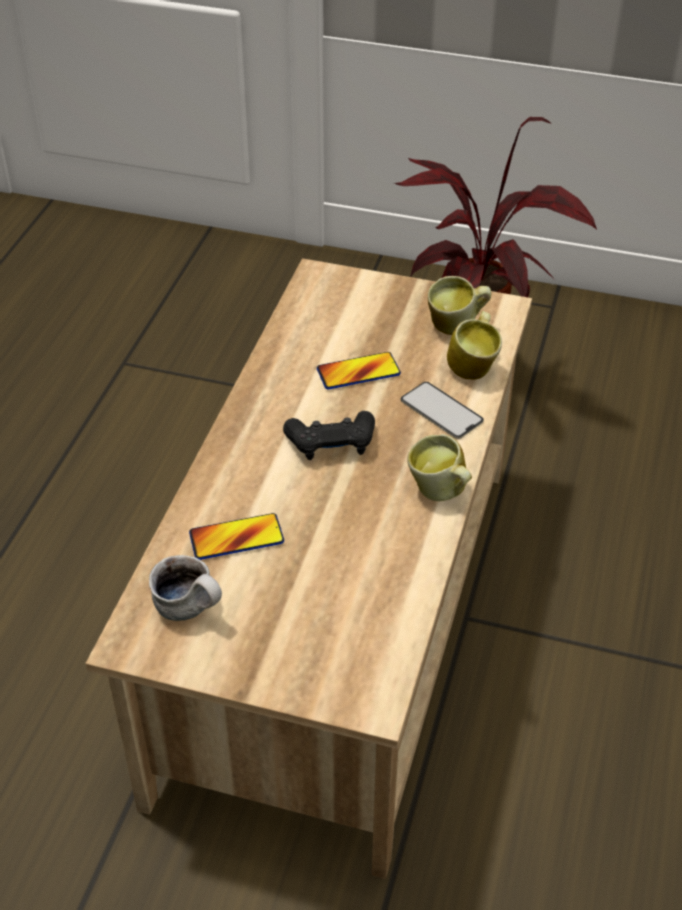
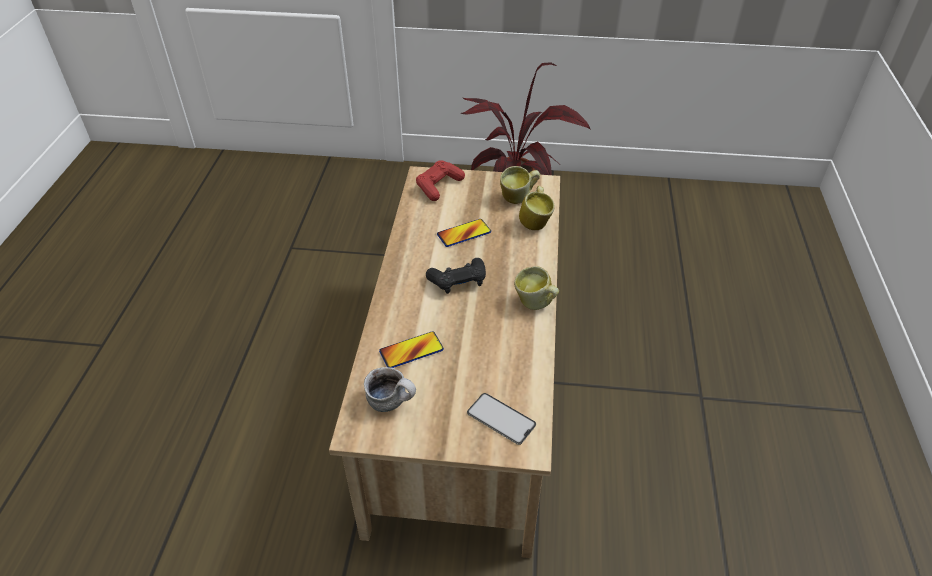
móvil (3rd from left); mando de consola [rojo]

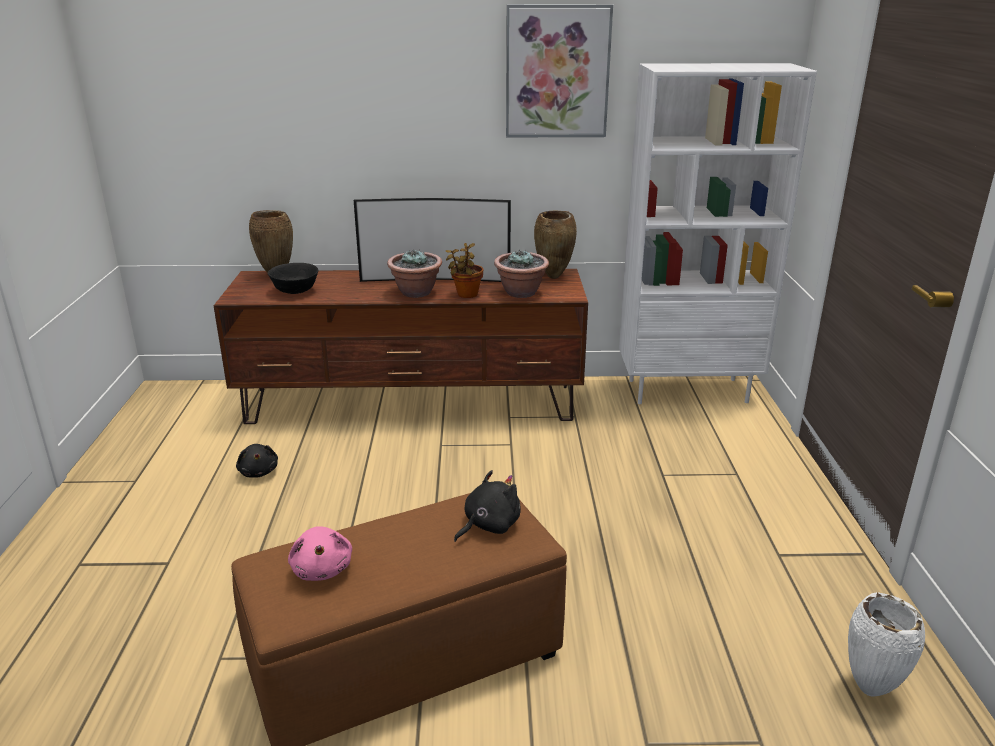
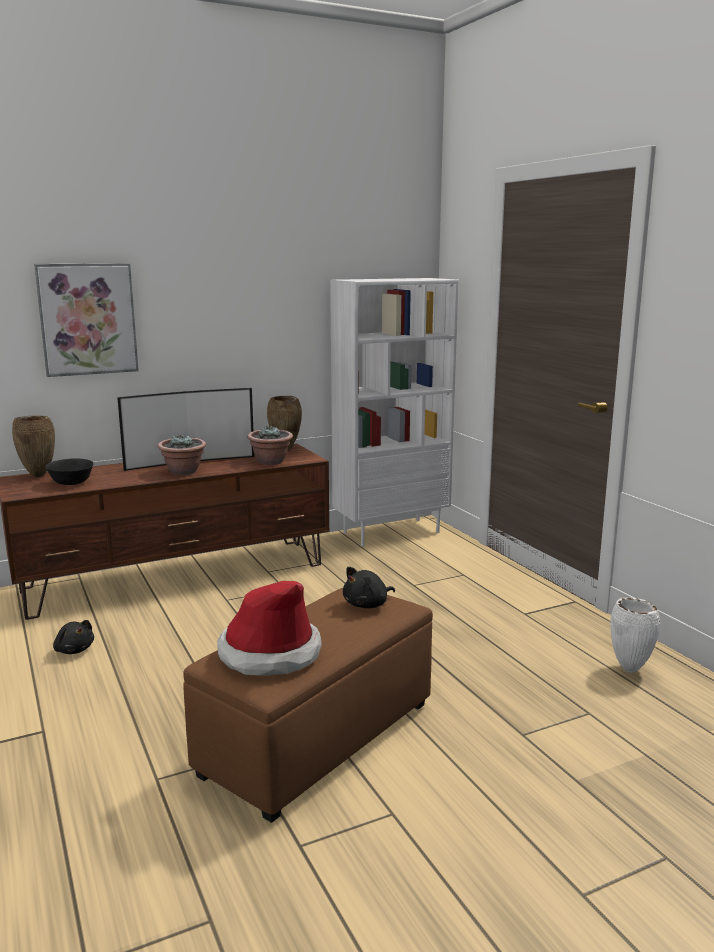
cuadro; planta en maceta (2nd from left in the first image); peluche [negro] (2nd from left); sombrero

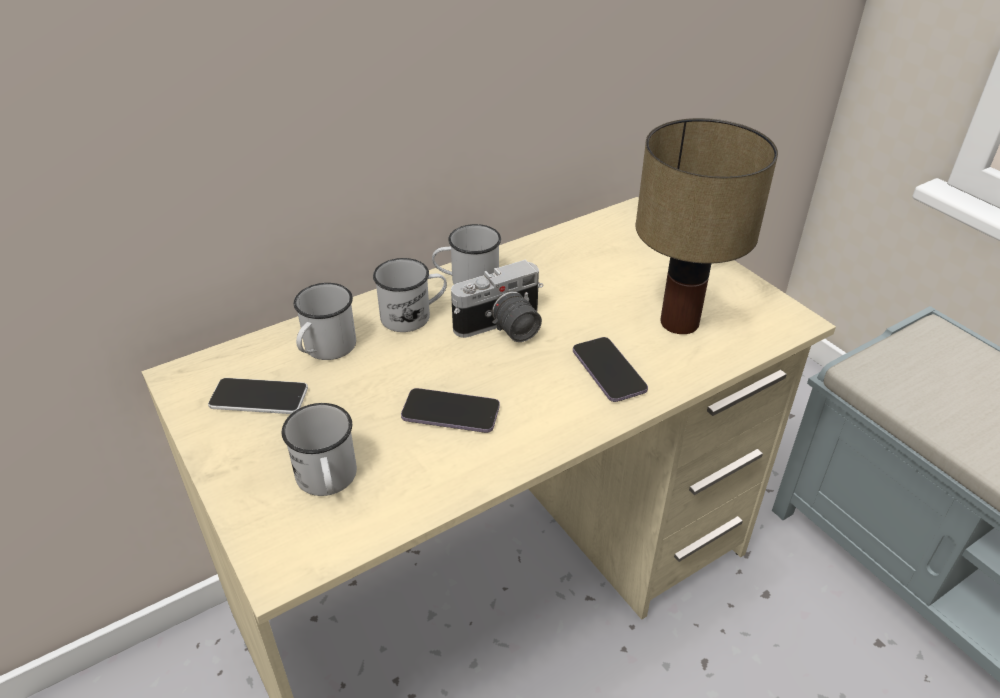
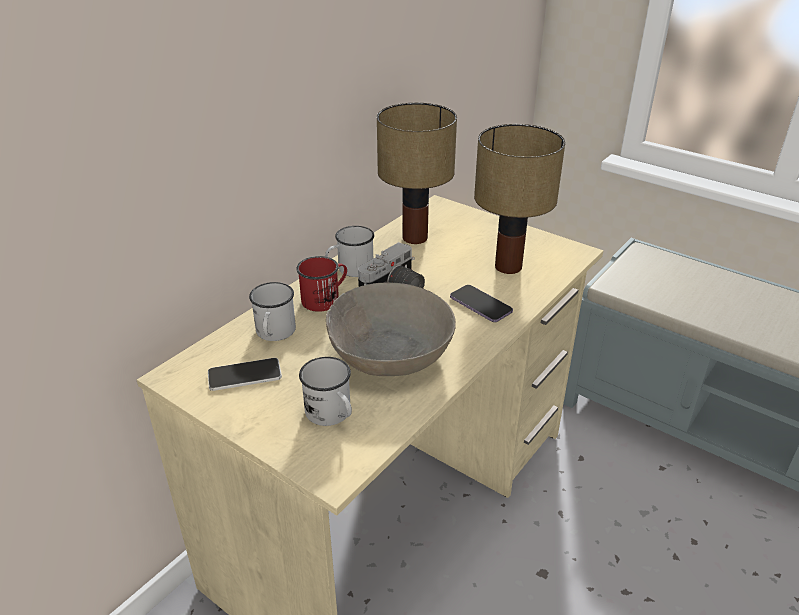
taza grande [rojo]; cuenco [gris]; lámpara de mesa (1st from left)

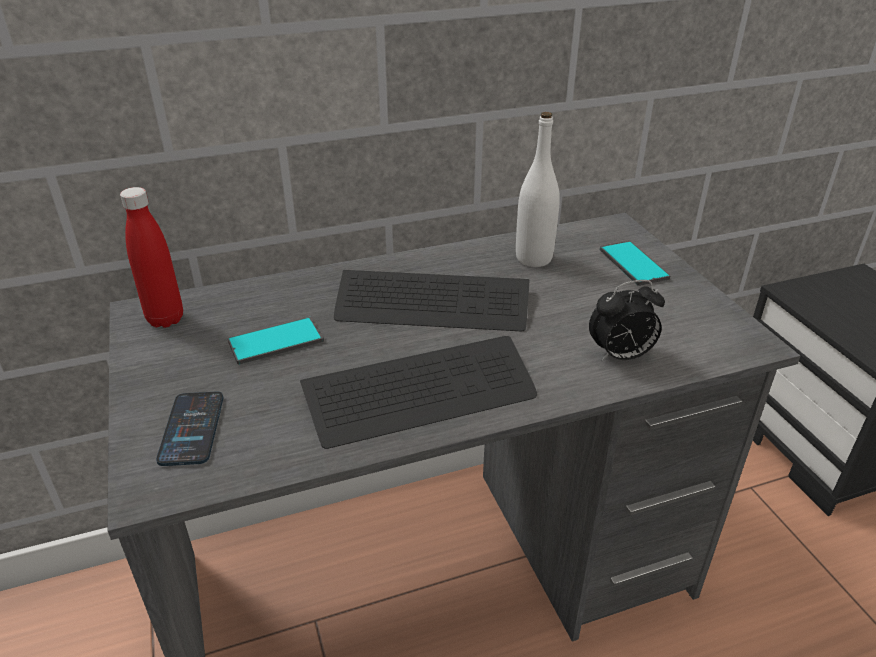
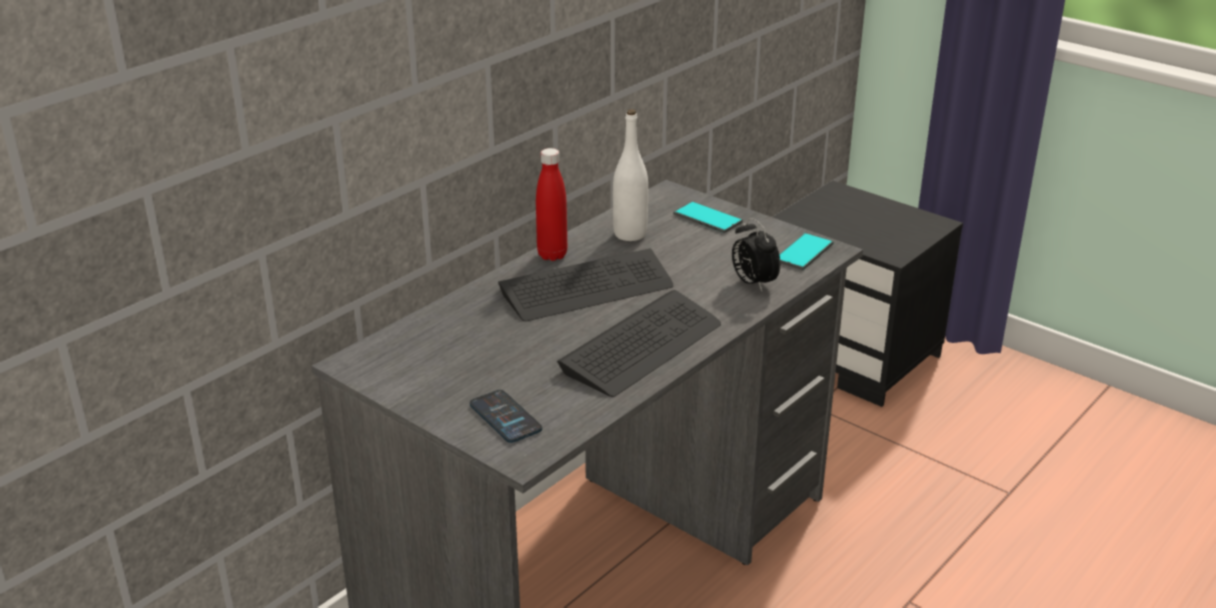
botella [rojo]; despertador; móvil (3rd from left)

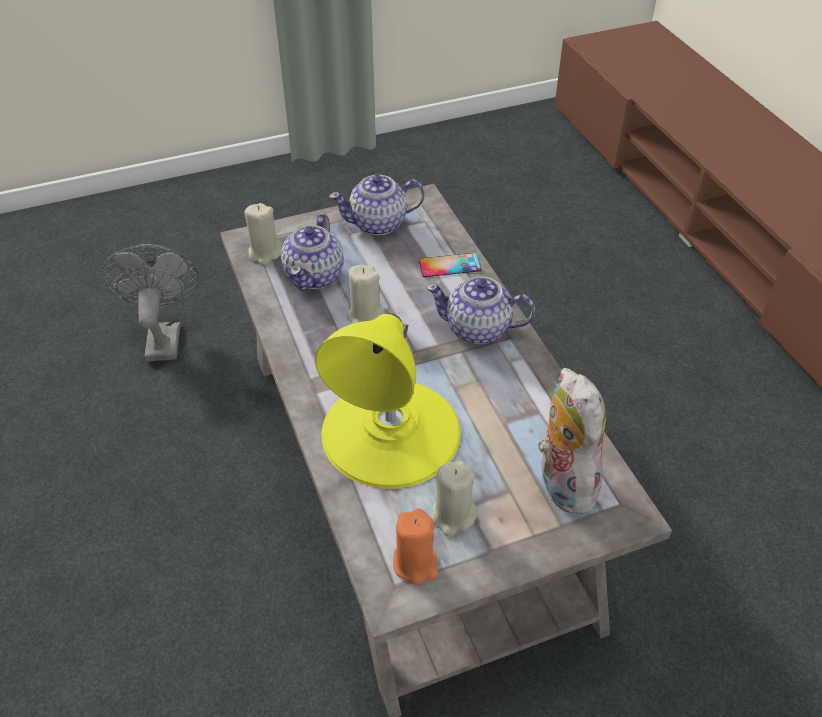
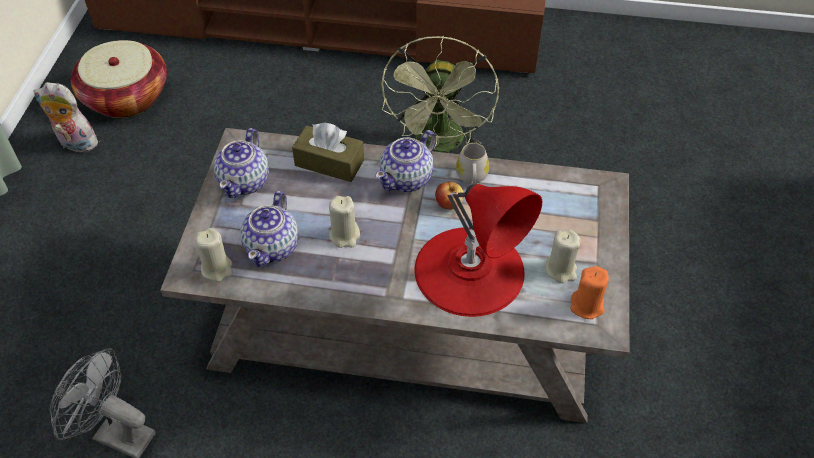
tetera (2nd from left); caja de pañuelos [marrón]; lámpara de mesa [rojo]; peluche; ventilador [verde]; cesta; taza grande [blanco]; manzana

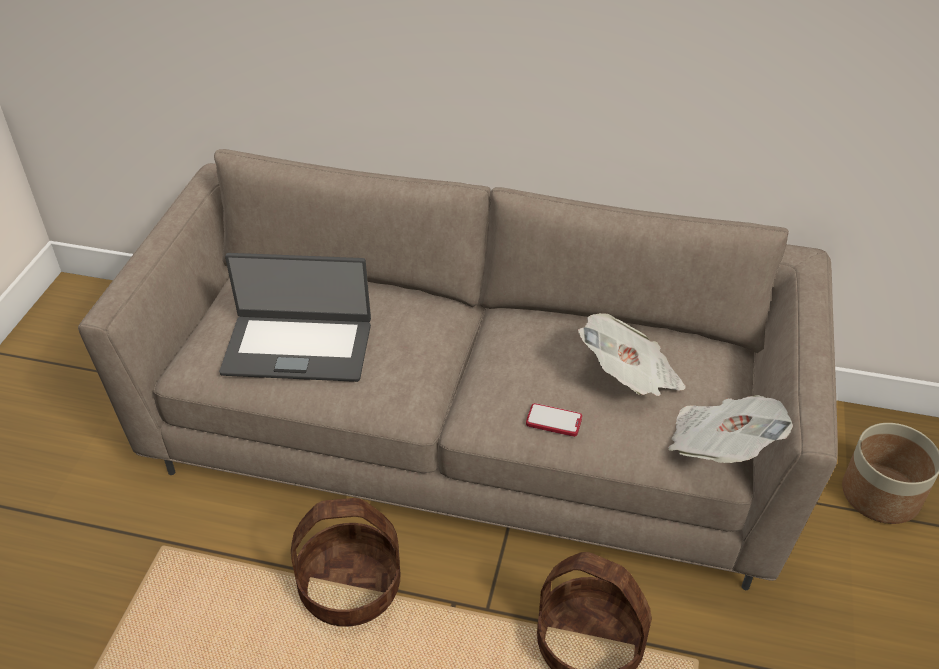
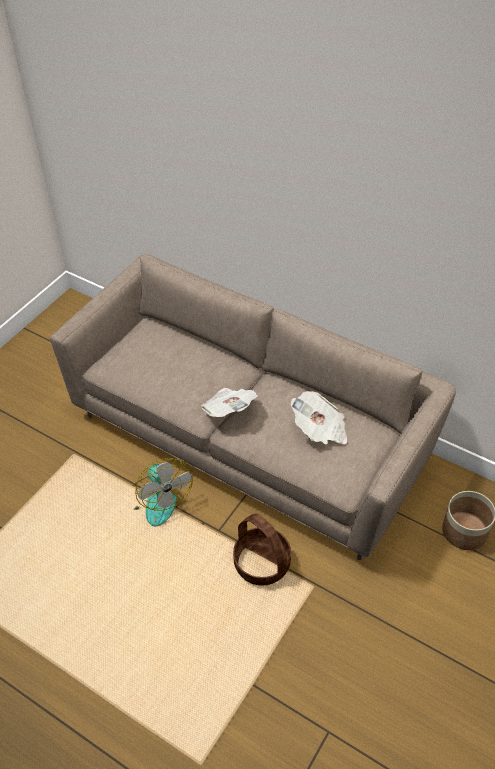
portátil; periódico (1st from left); móvil; ventilador

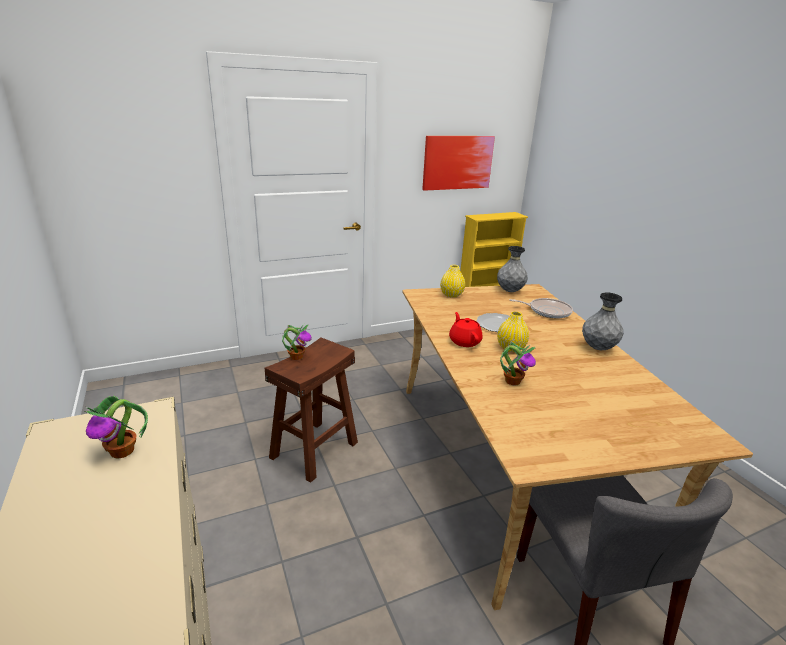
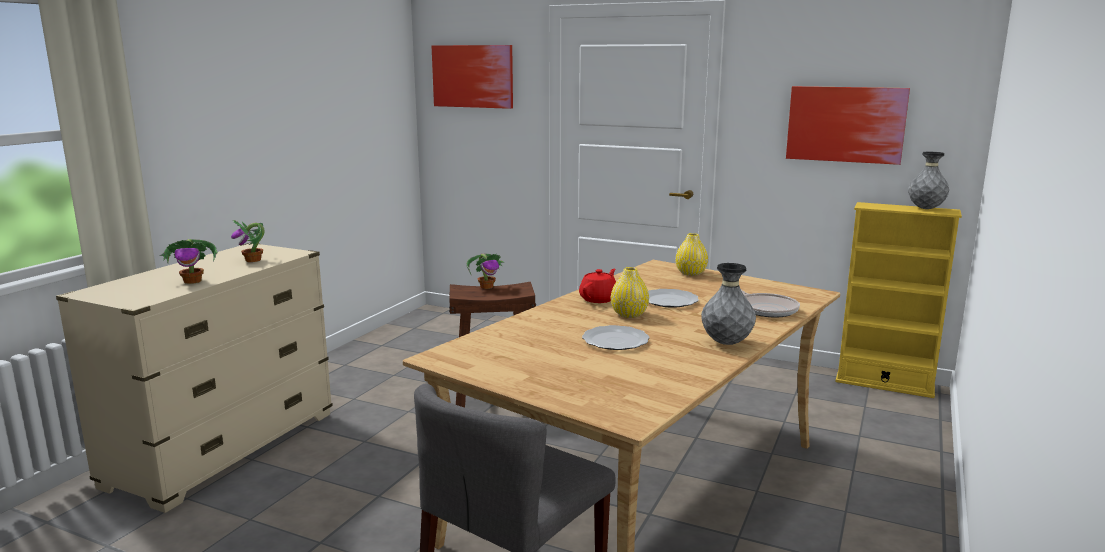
florero [gris] (2nd from left); planta en maceta (1st from left); cuadro (1st from left); plato (1st from left)

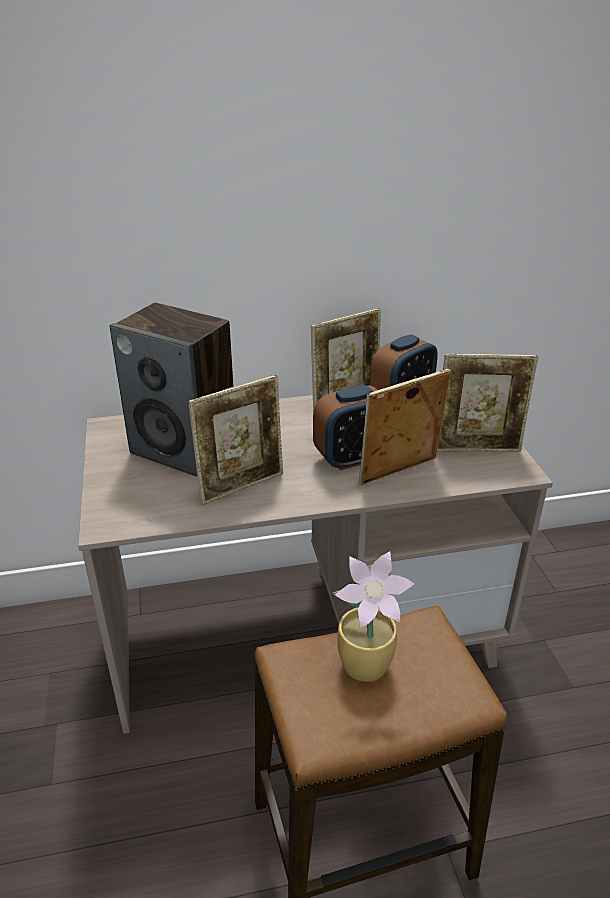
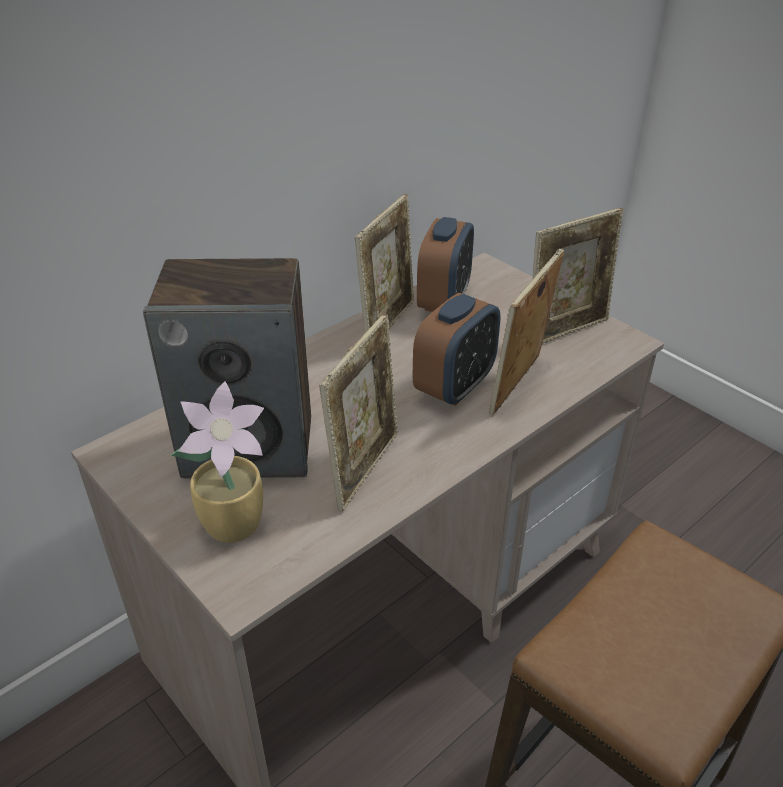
planta en maceta

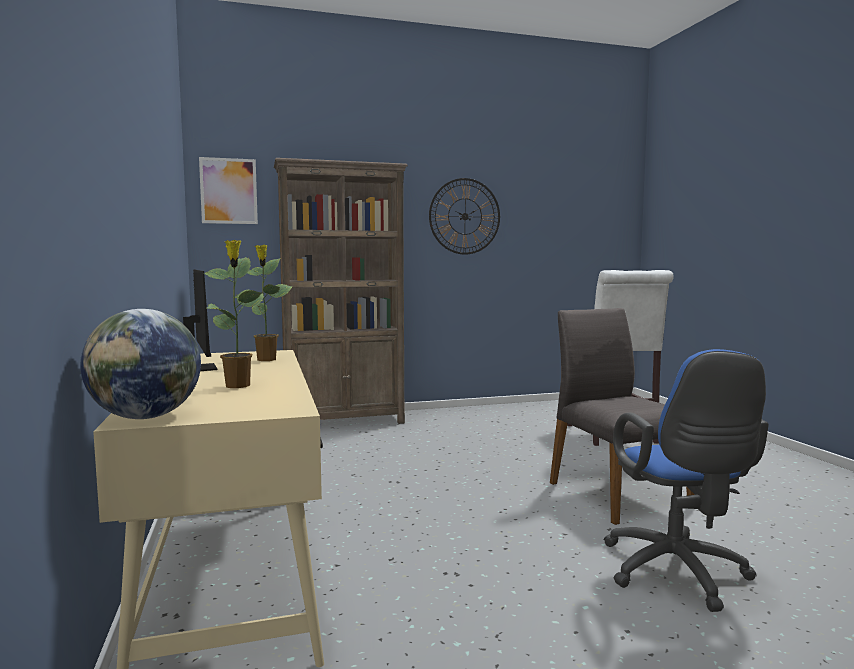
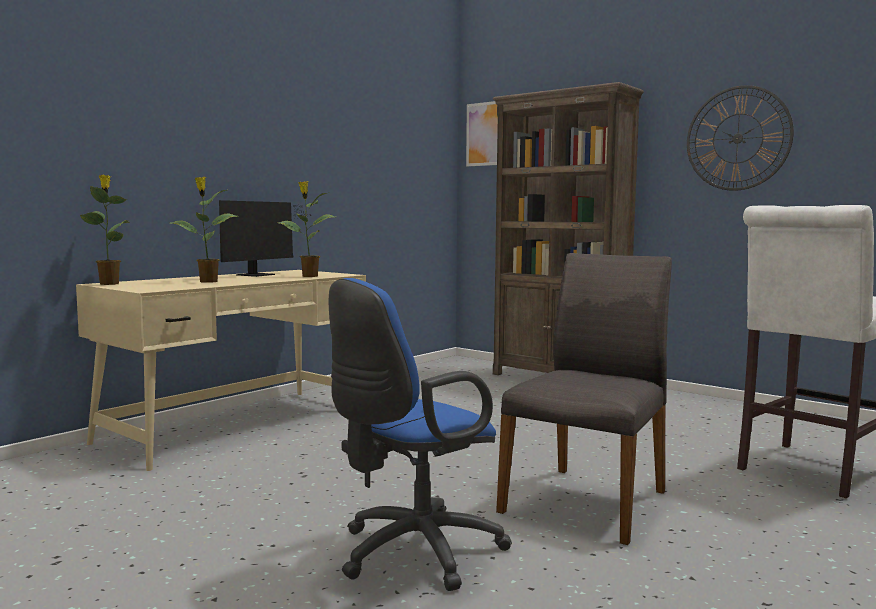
planta en maceta (1st from left)

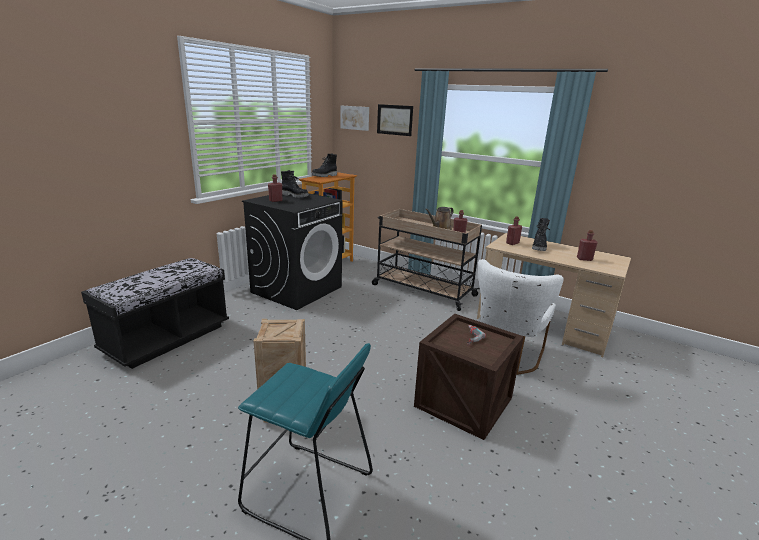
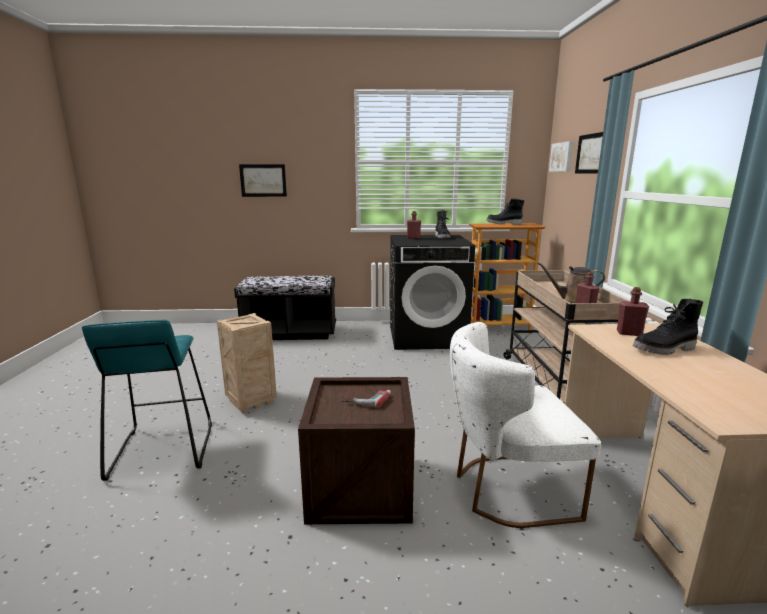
botella [rojo] (4th from left in the first image); cuadro (1st from left)

